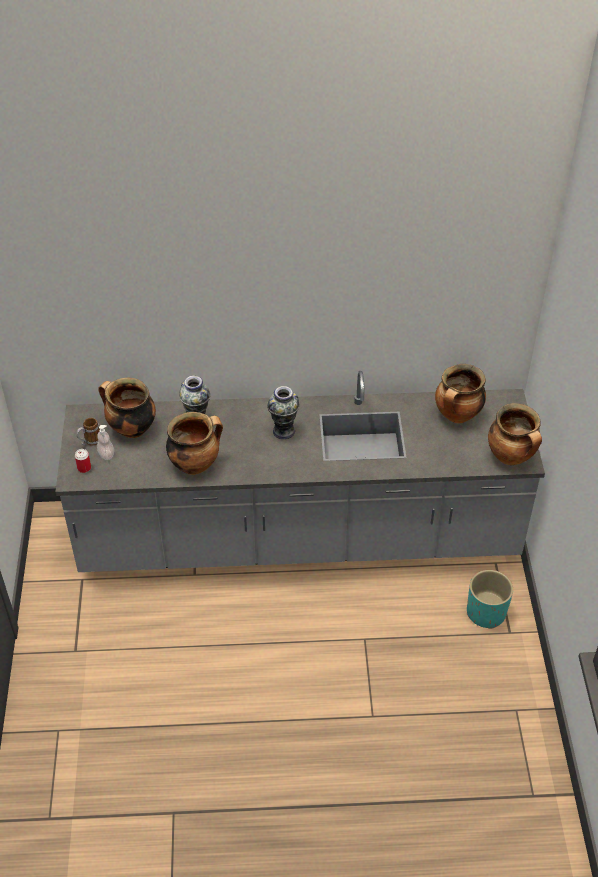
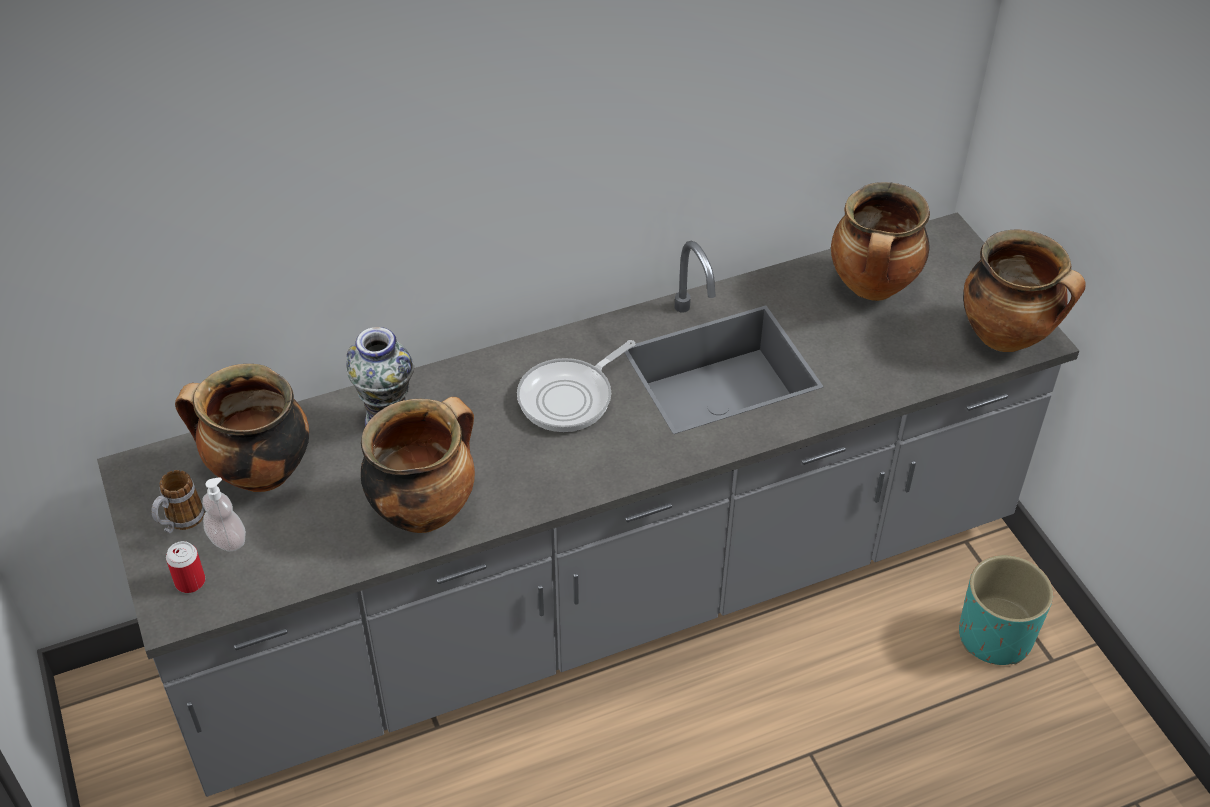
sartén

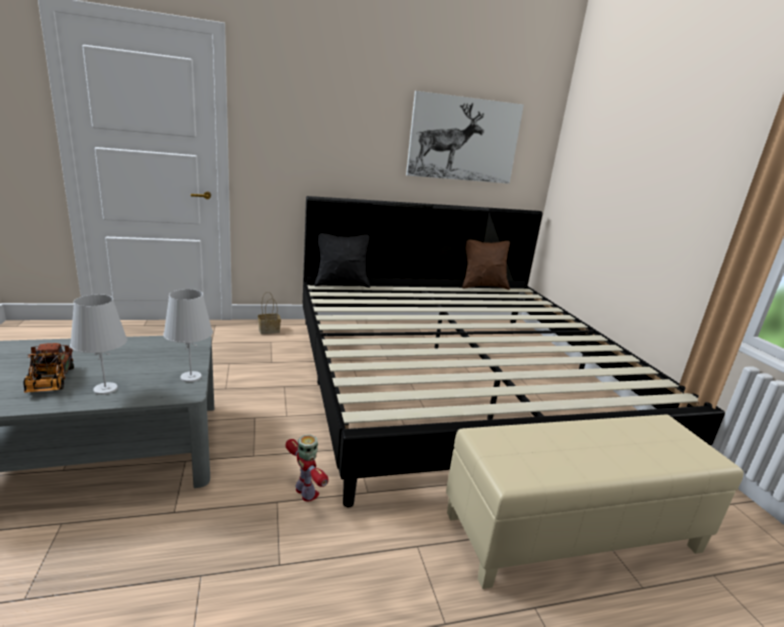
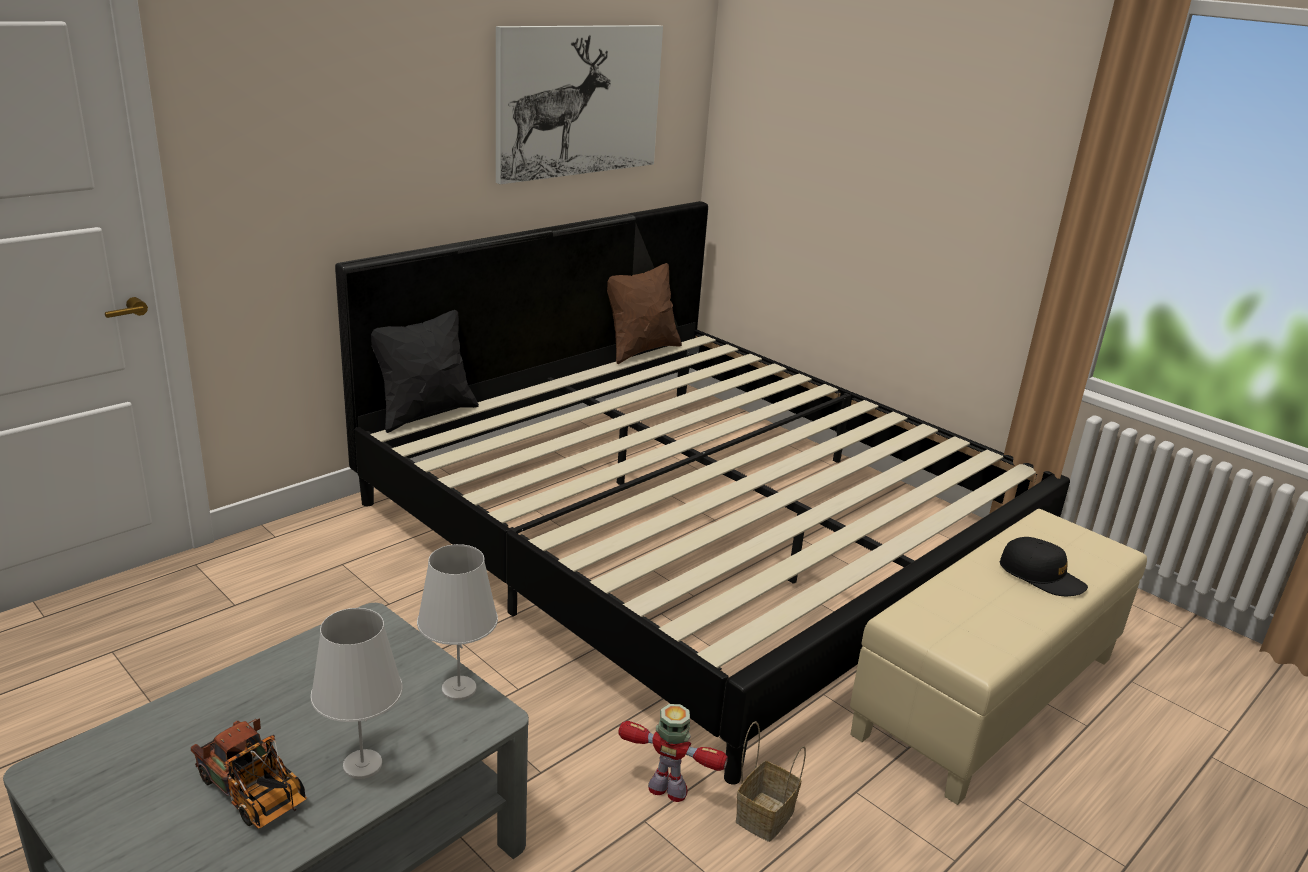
cesta; gorra [negro]

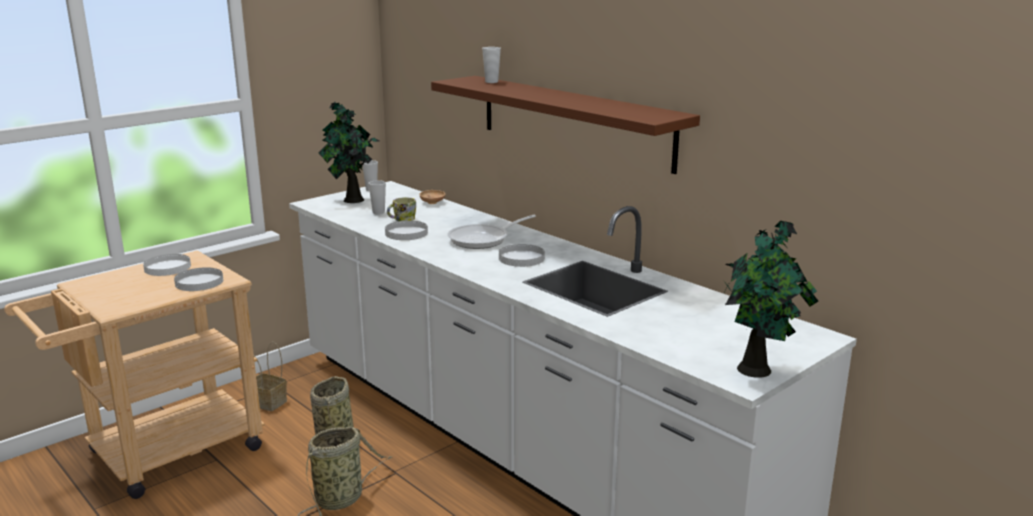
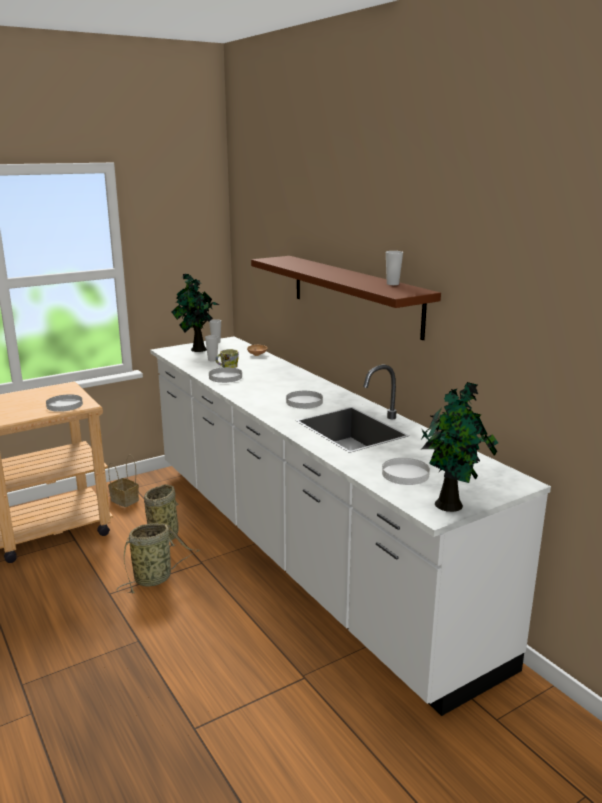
taza (3rd from left); sartén; plato [blanco] (4th from left)

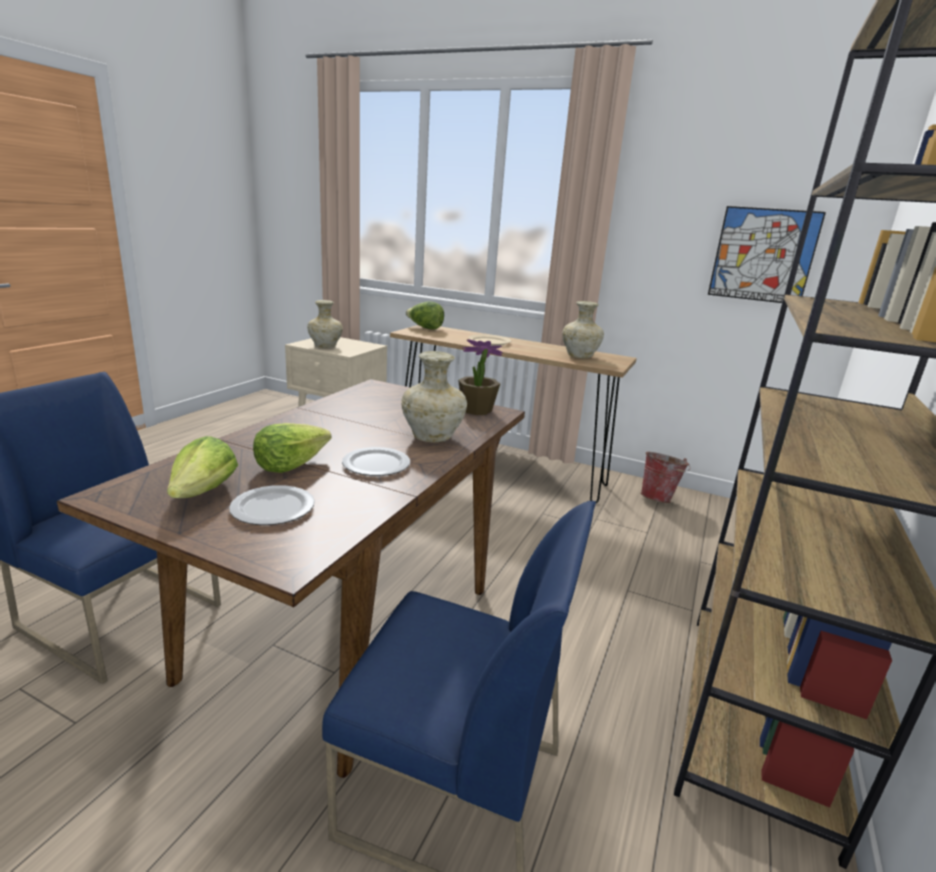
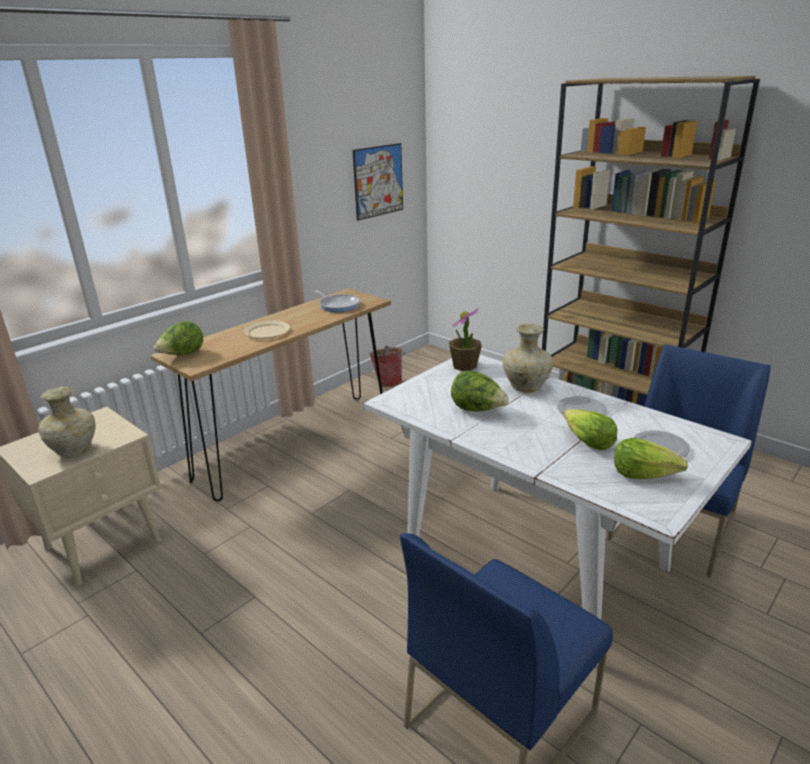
sartén; mesa de comedor [blanco]; lechuga (2nd from left)

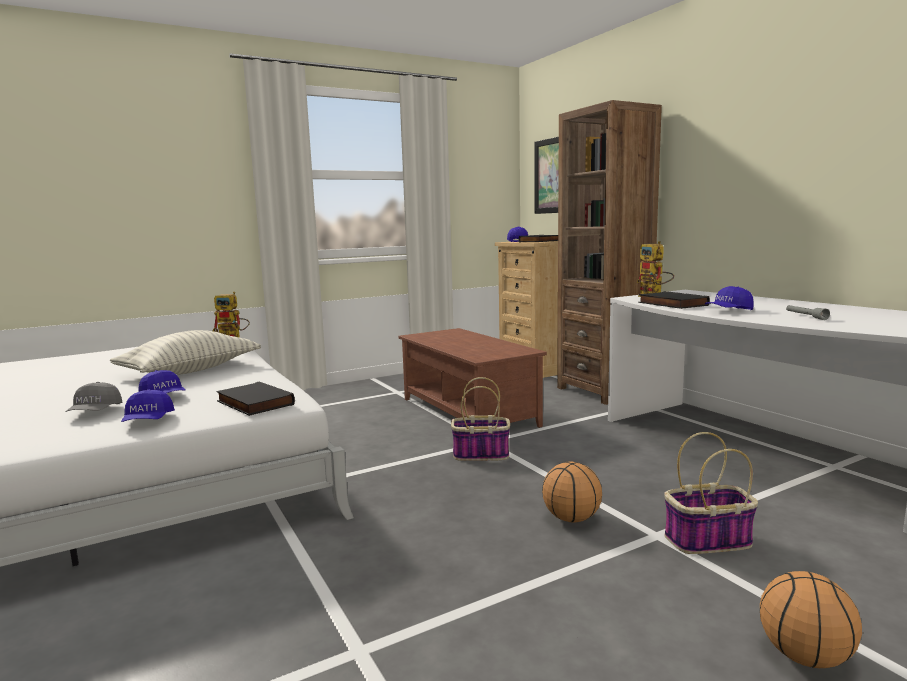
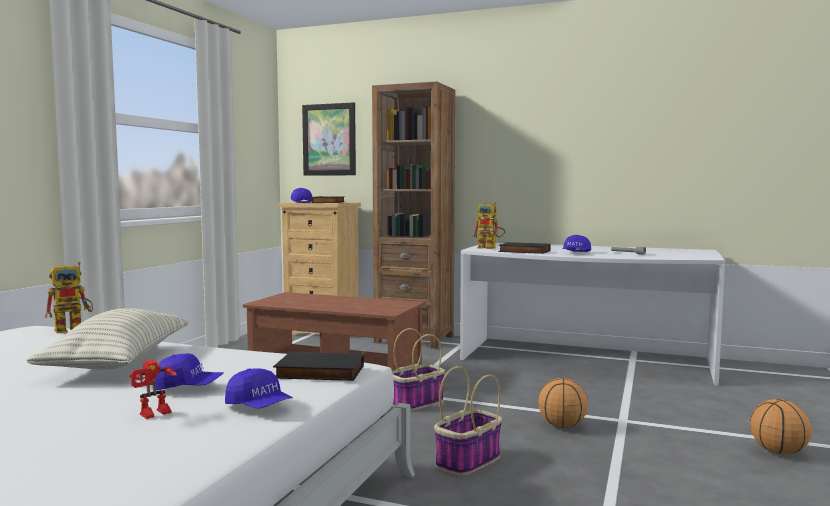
robot de juguete (2nd from left); cesta (2nd from left)

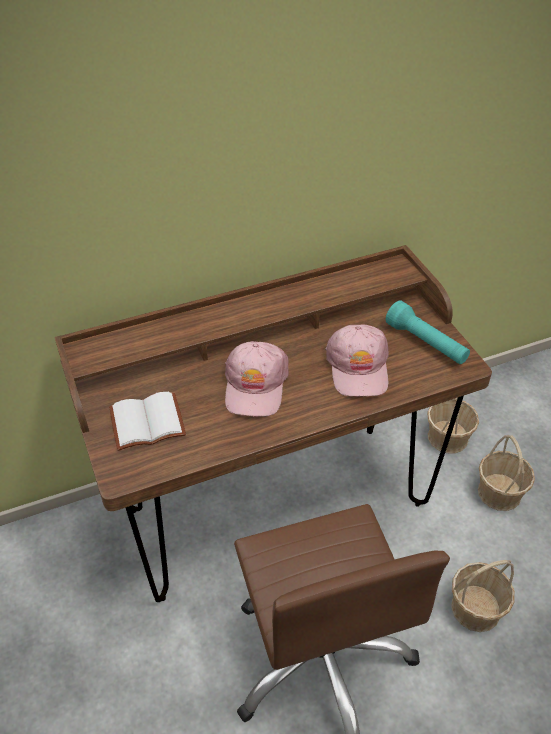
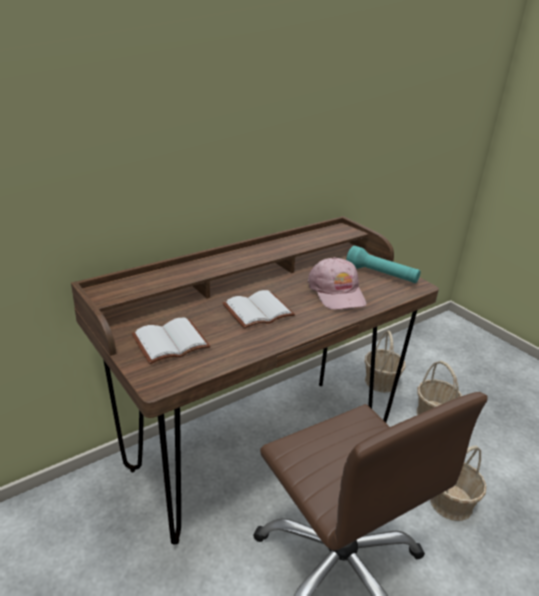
libro [blanco] (2nd from left)

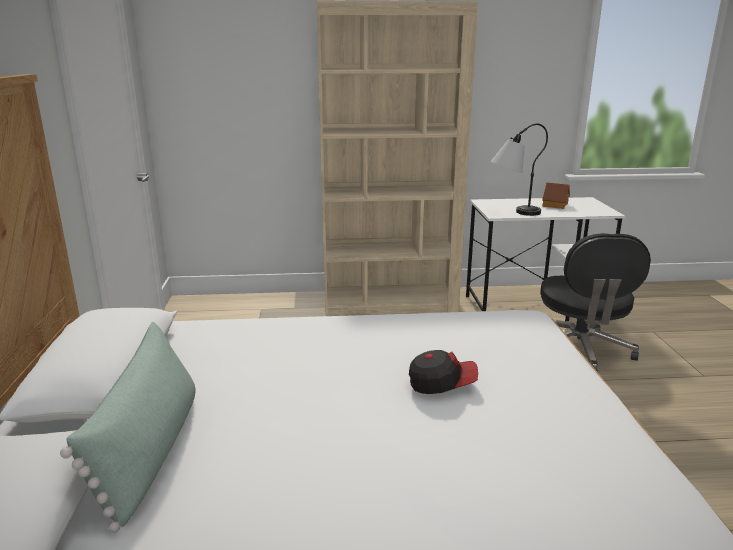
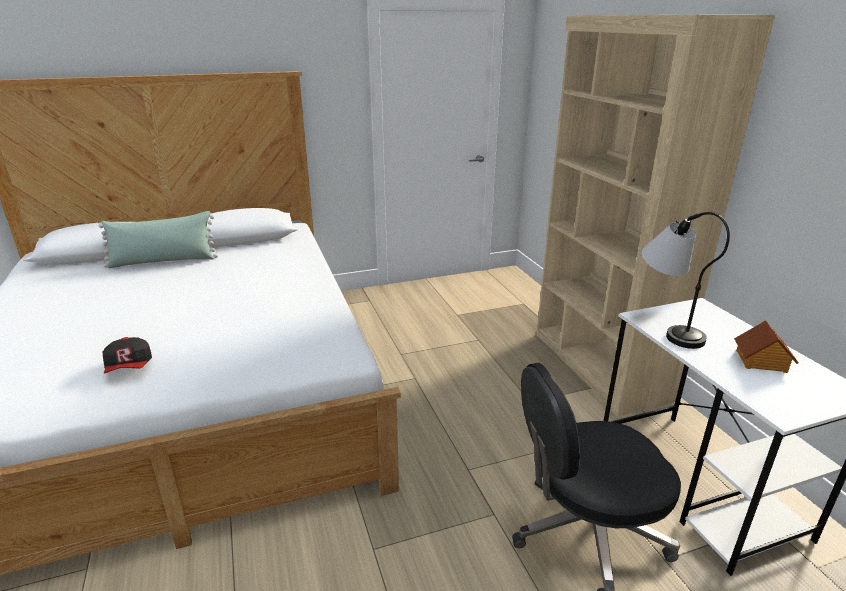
gorra

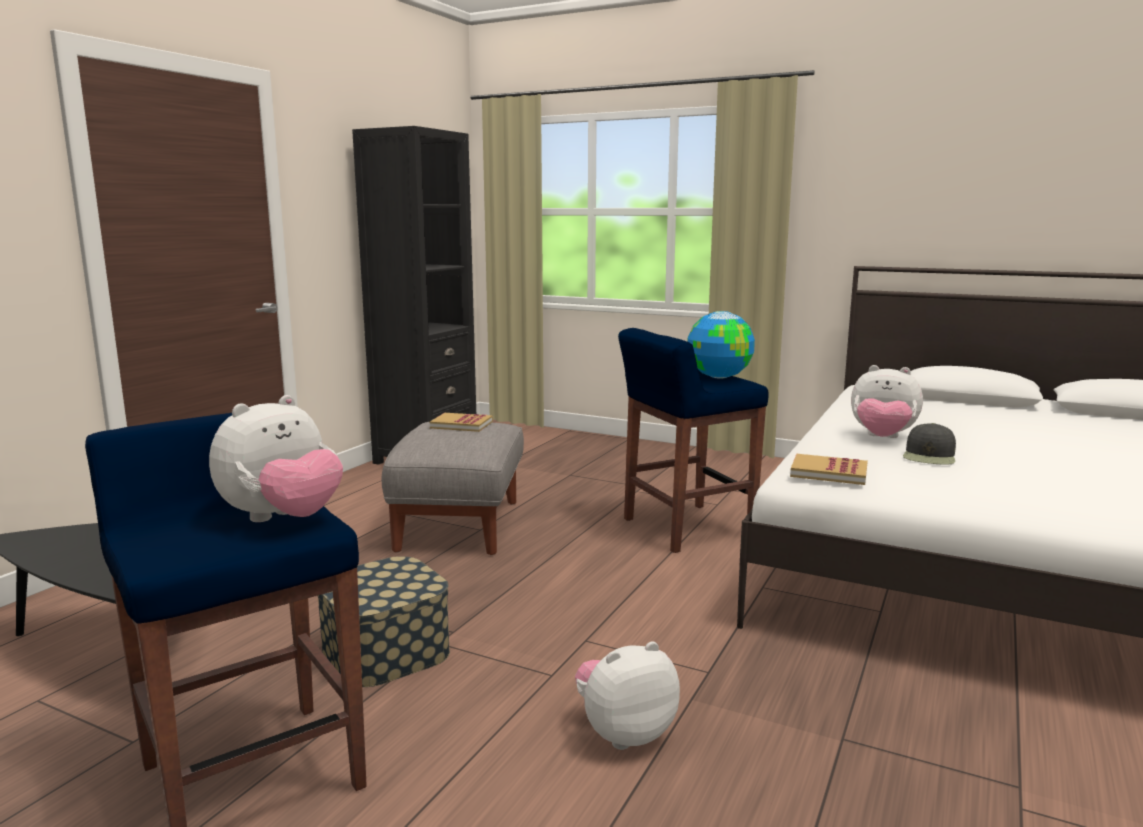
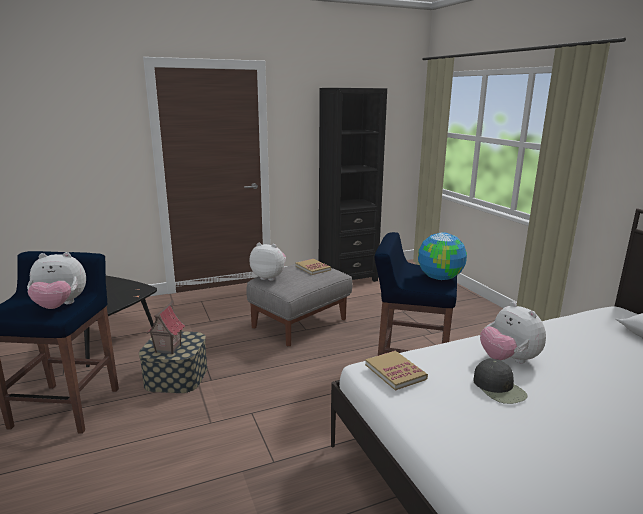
gorra [negro]; peluche (2nd from left); casita

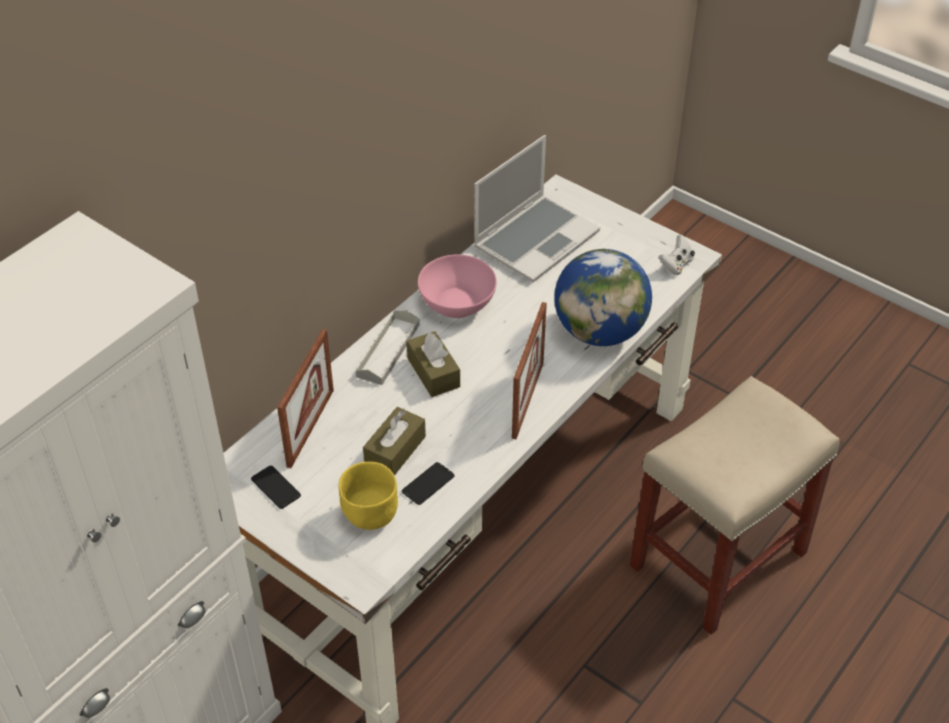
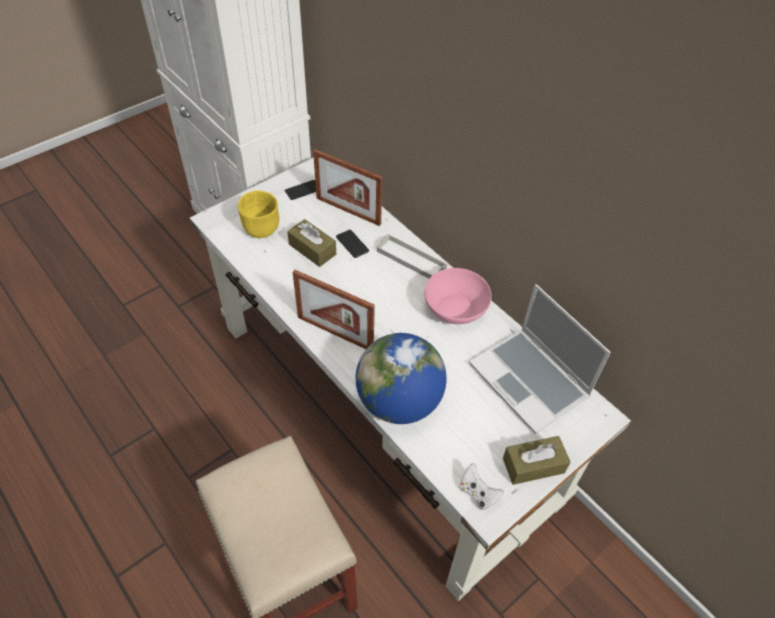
caja de pañuelos [marrón] (2nd from left); móvil (2nd from left)

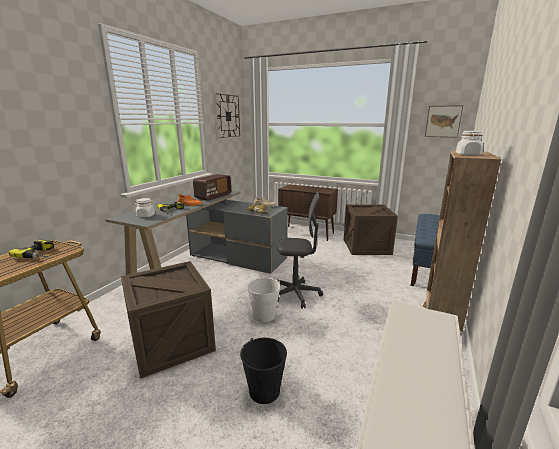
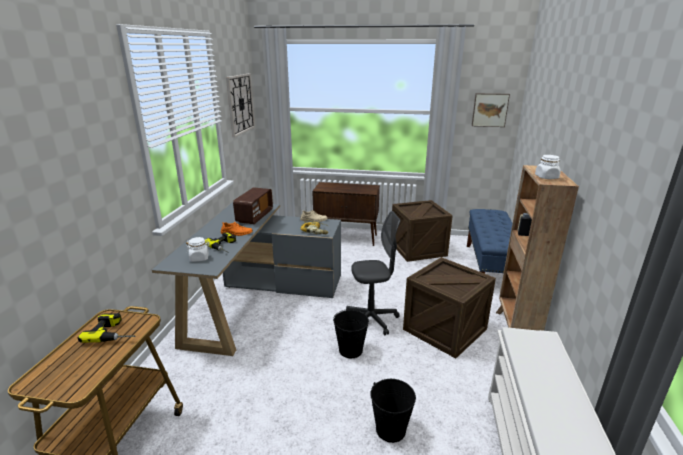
caja de embalaje (2nd from left); cubo [negro] (1st from left)

